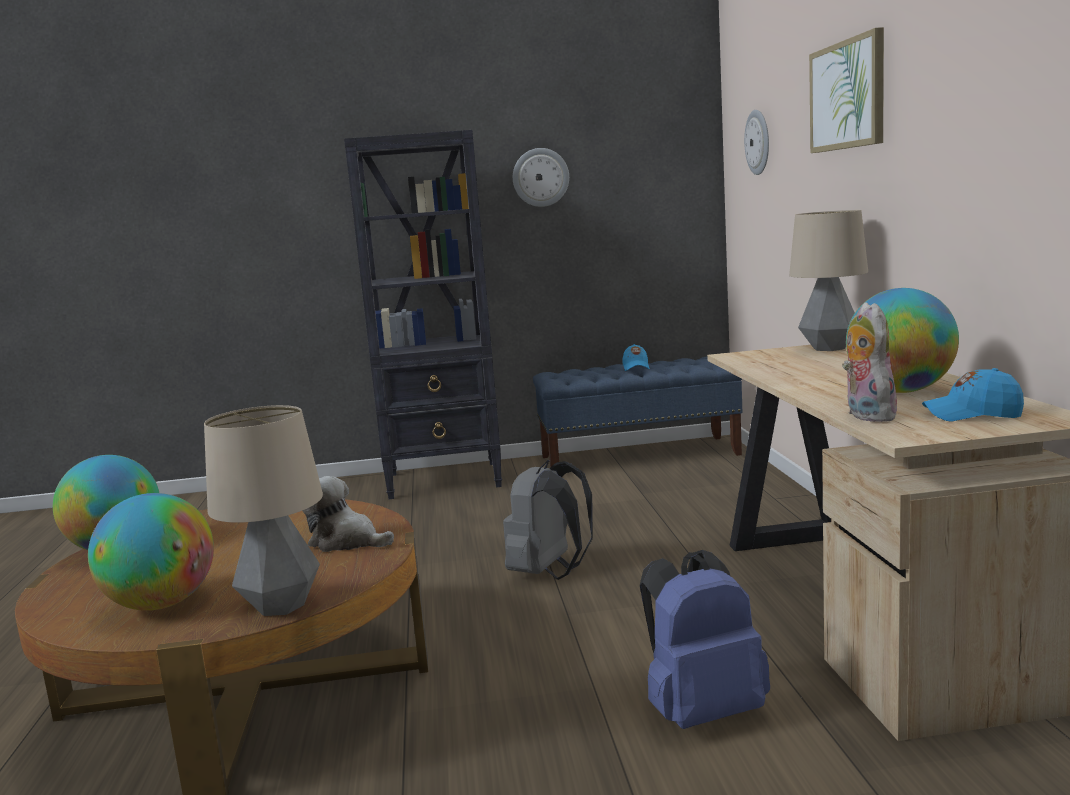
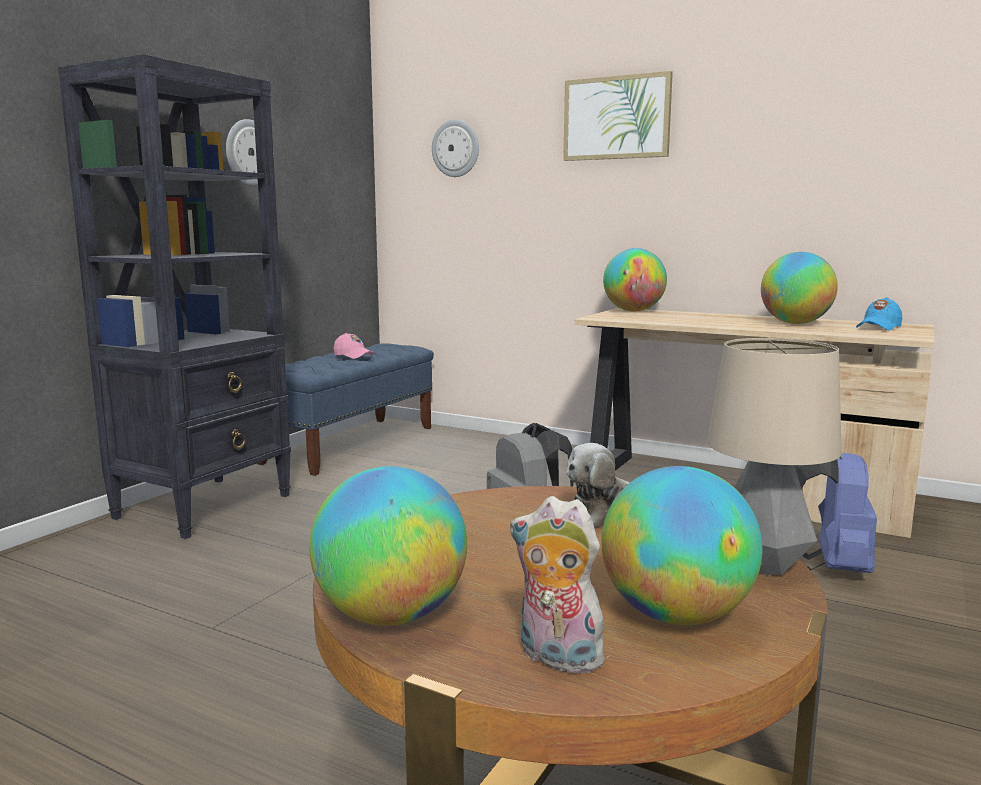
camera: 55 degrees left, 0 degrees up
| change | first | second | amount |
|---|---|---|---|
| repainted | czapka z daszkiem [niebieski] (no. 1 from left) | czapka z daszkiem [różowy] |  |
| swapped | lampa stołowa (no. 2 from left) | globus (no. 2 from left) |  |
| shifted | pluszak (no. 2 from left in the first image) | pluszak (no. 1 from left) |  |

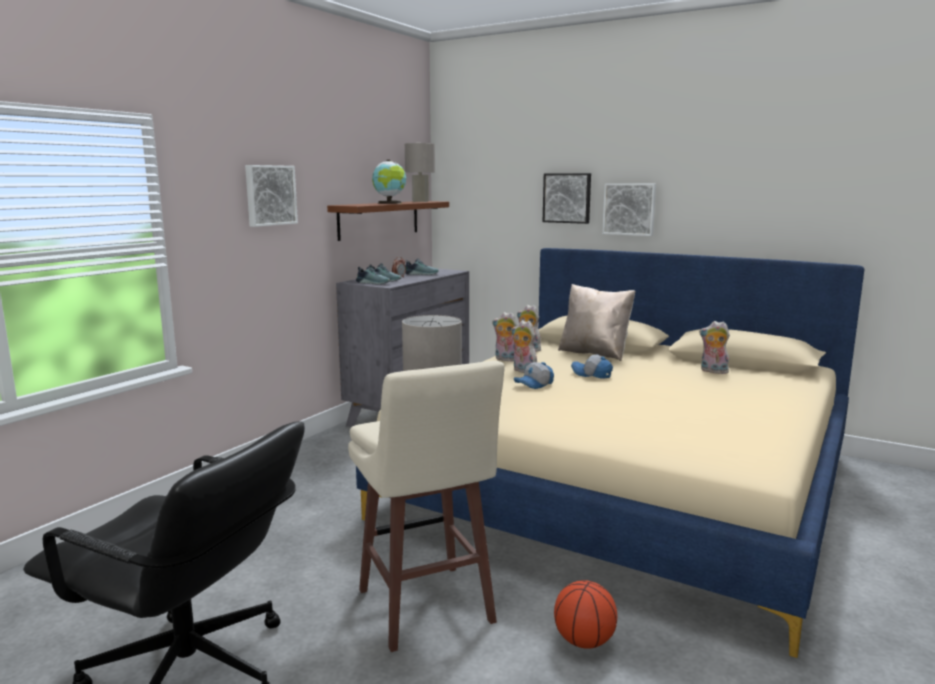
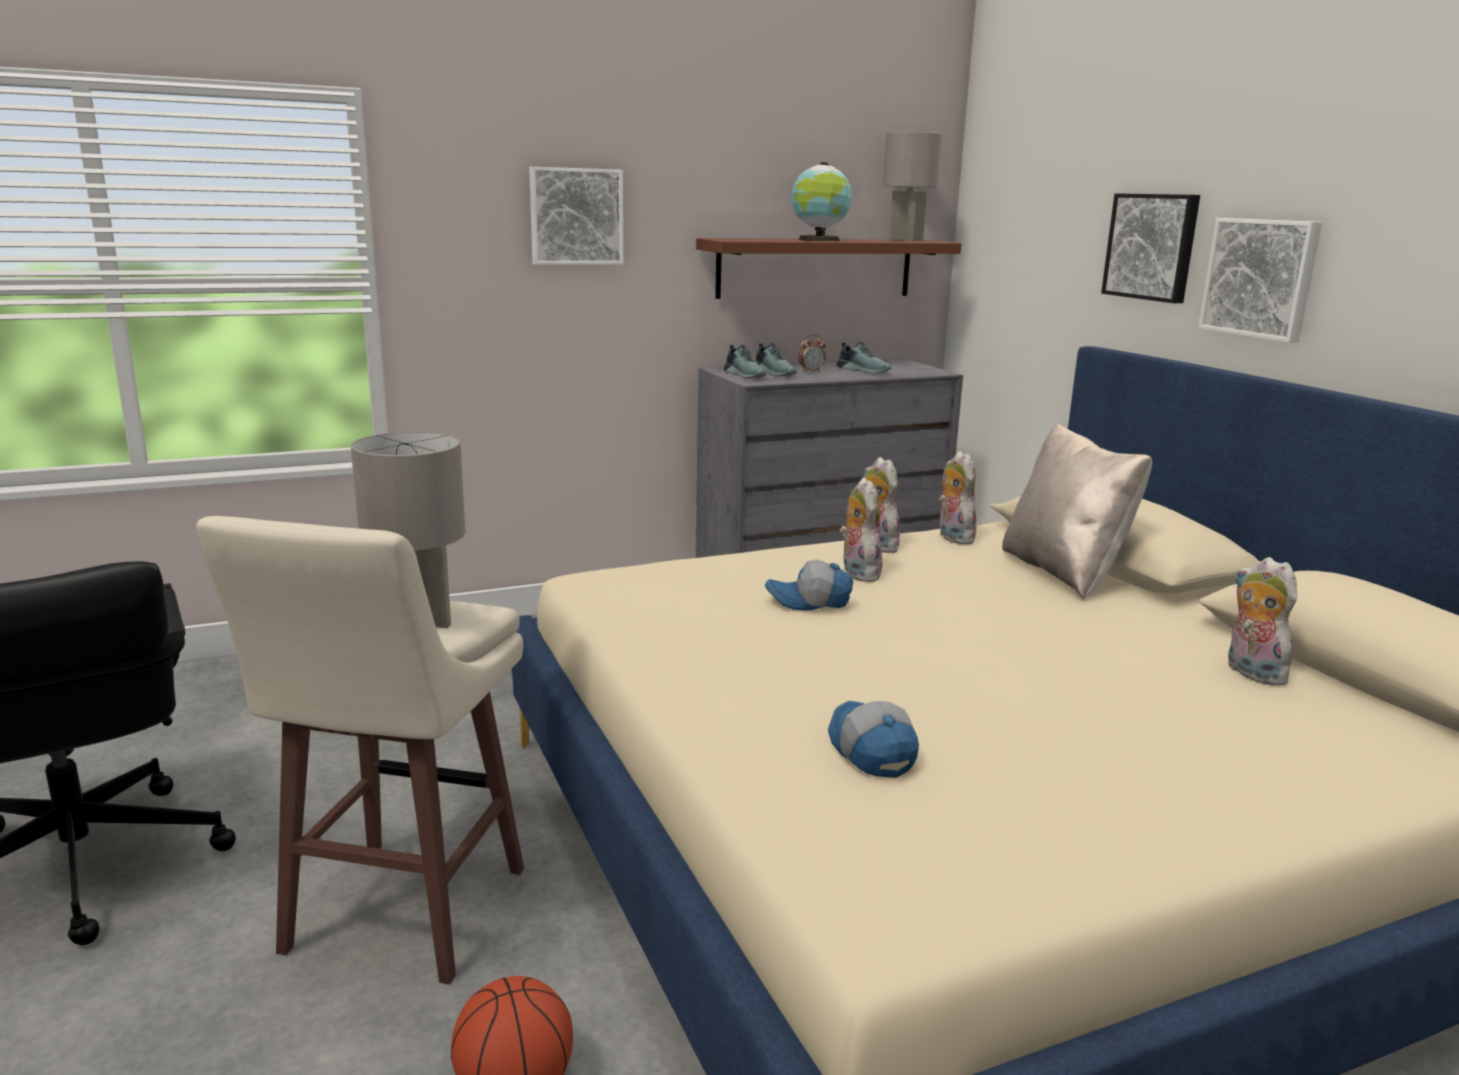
camera: 35 degrees right, 5 degrees up
| change | first | second | amount |
|---|---|---|---|
| shifted | czapka z daszkiem (no. 2 from left) |  |  |

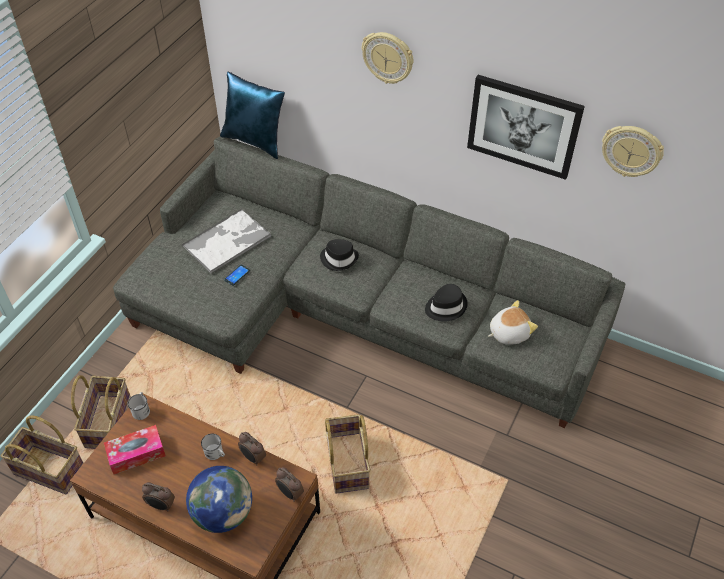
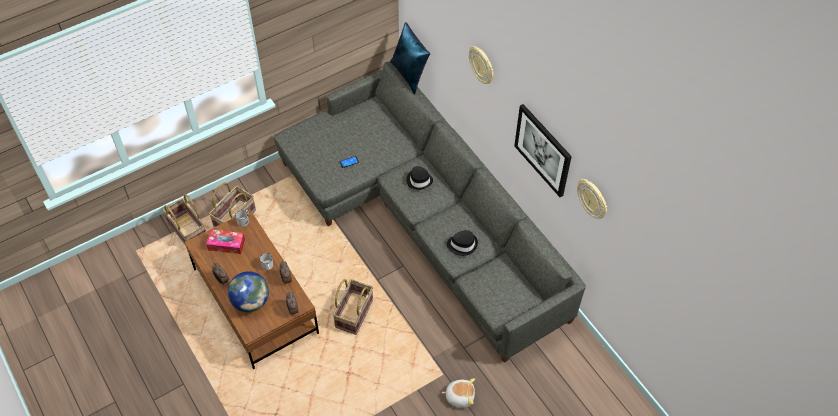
camera: 30 degrees right, 5 degrees up
| change | first | second | amount |
|---|---|---|---|
| gone | taca |  |  |
| shifted | pluszak |  |  |

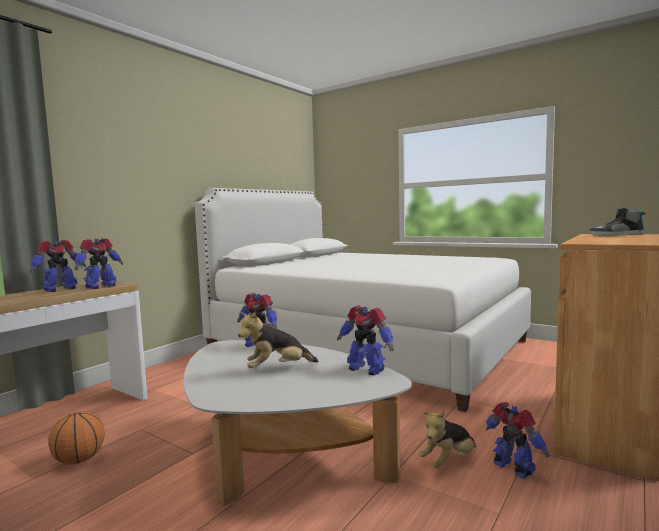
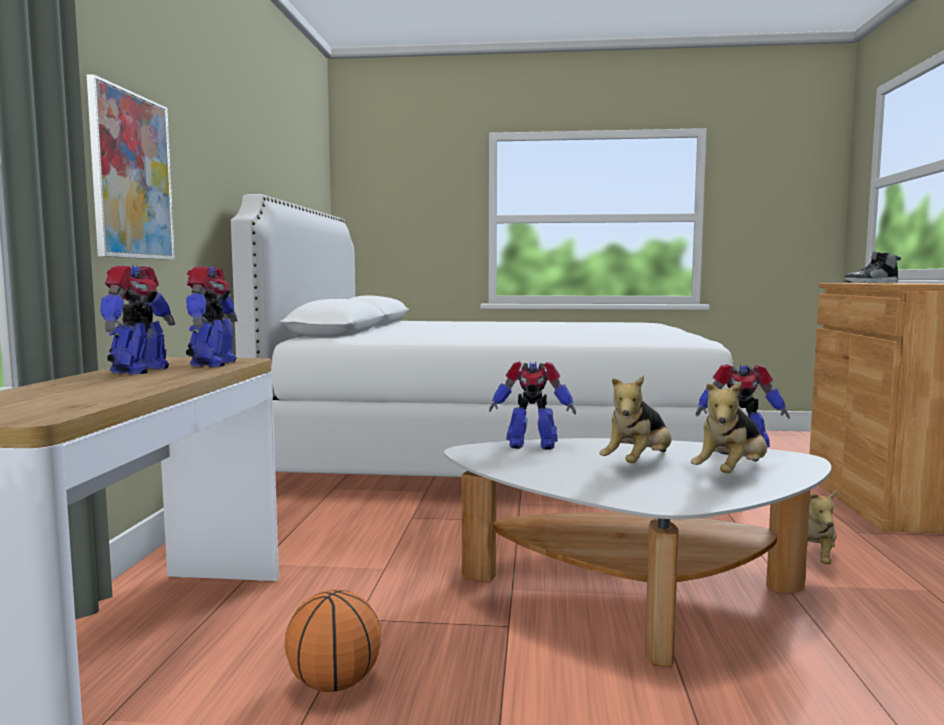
camera: 30 degrees left, 0 degrees up
| change | first | second | amount |
|---|---|---|---|
| gone | robot zabawkowy (no. 5 from left) |  |  |
| new |  | obraz |  |
| new |  | pluszak (no. 2 from left) |  |

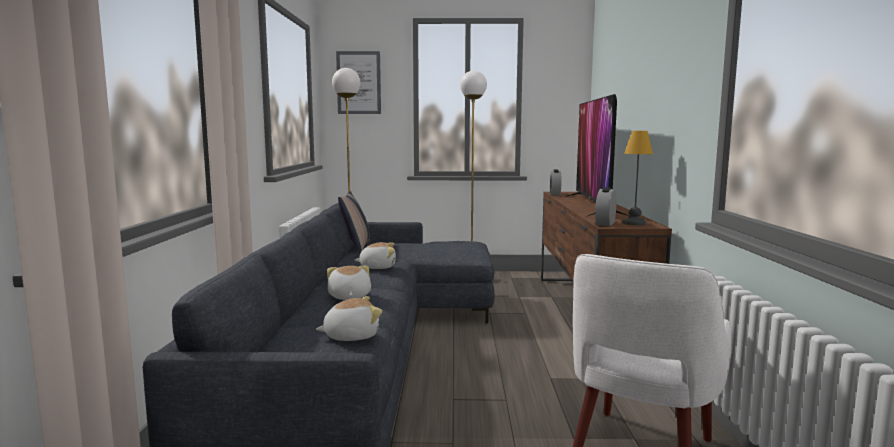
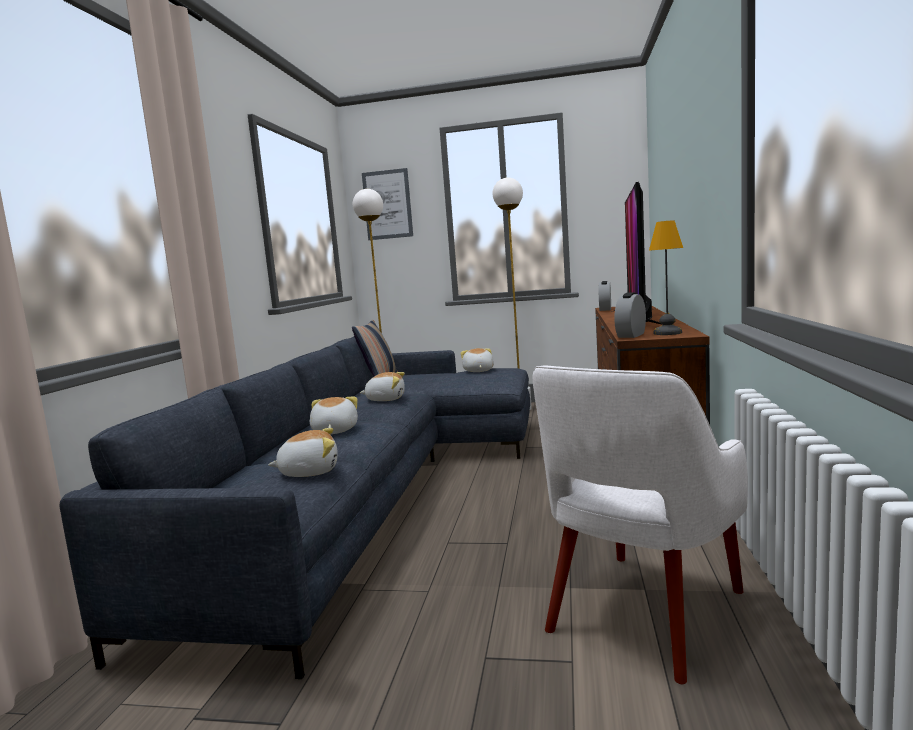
camera: 10 degrees right, 0 degrees up
| change | first | second | amount |
|---|---|---|---|
| new |  | pluszak (no. 4 from left) |  |

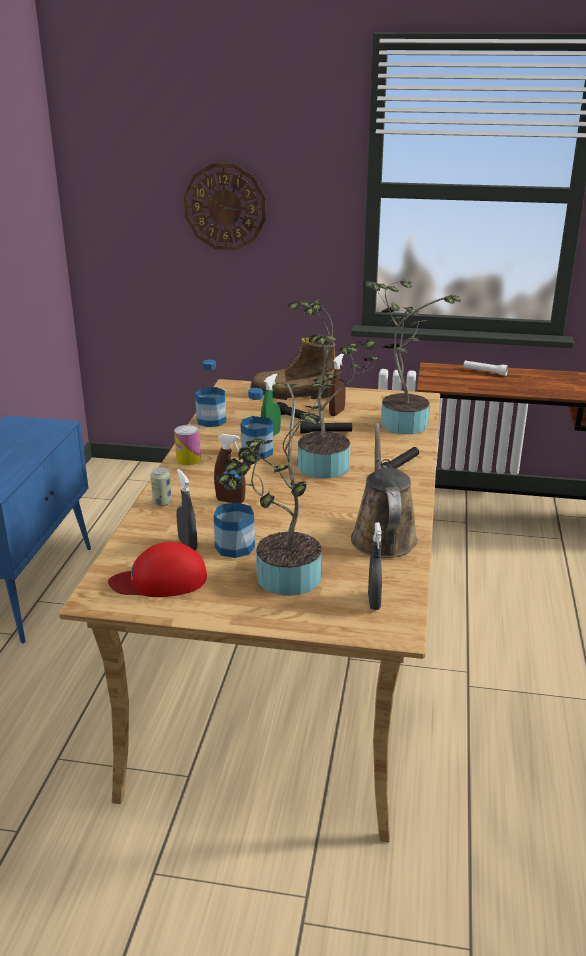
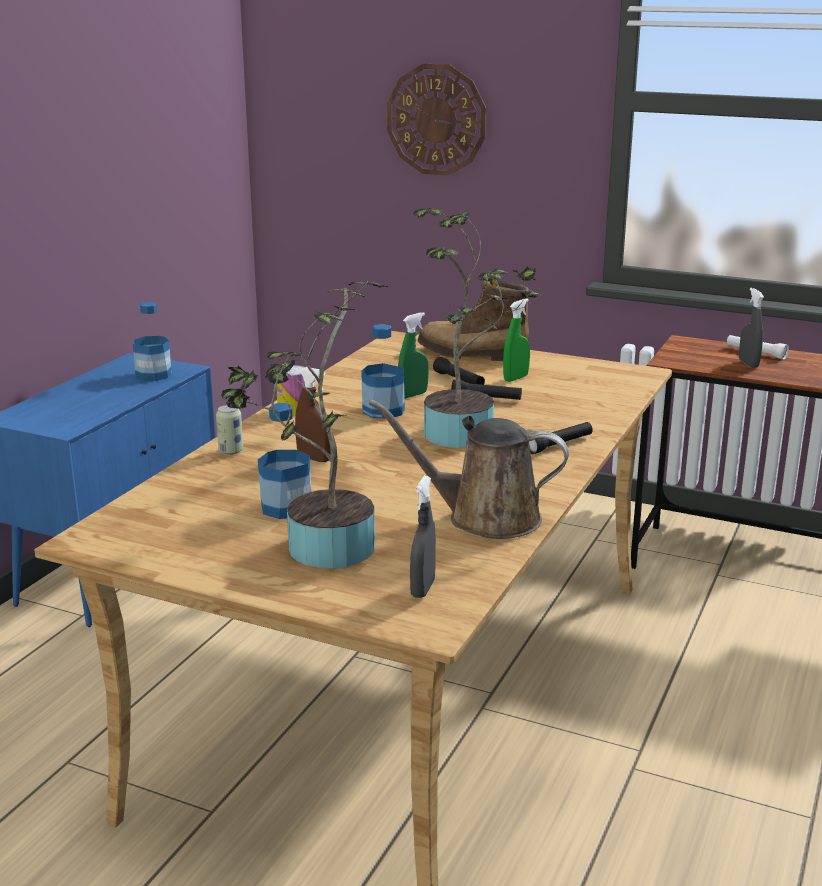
camera: 15 degrees right, 5 degrees down
| change | first | second | amount |
|---|---|---|---|
| gone | czapka z daszkiem [czerwony] |  |  |
| shifted | spryskiwacz [szary] (no. 1 from left in the first image) | spryskiwacz [szary] (no. 2 from left) |  |
| shifted | butelka (no. 1 from left) |  |  |
| repainted | spryskiwacz [brązowy] (no. 2 from left) | spryskiwacz [zielony] (no. 2 from left) |  |
| rotated | konewka [brązowy] |  | 90 degrees counterclockwise |
| gone | roślina doniczkowa (no. 3 from left) |  |  |

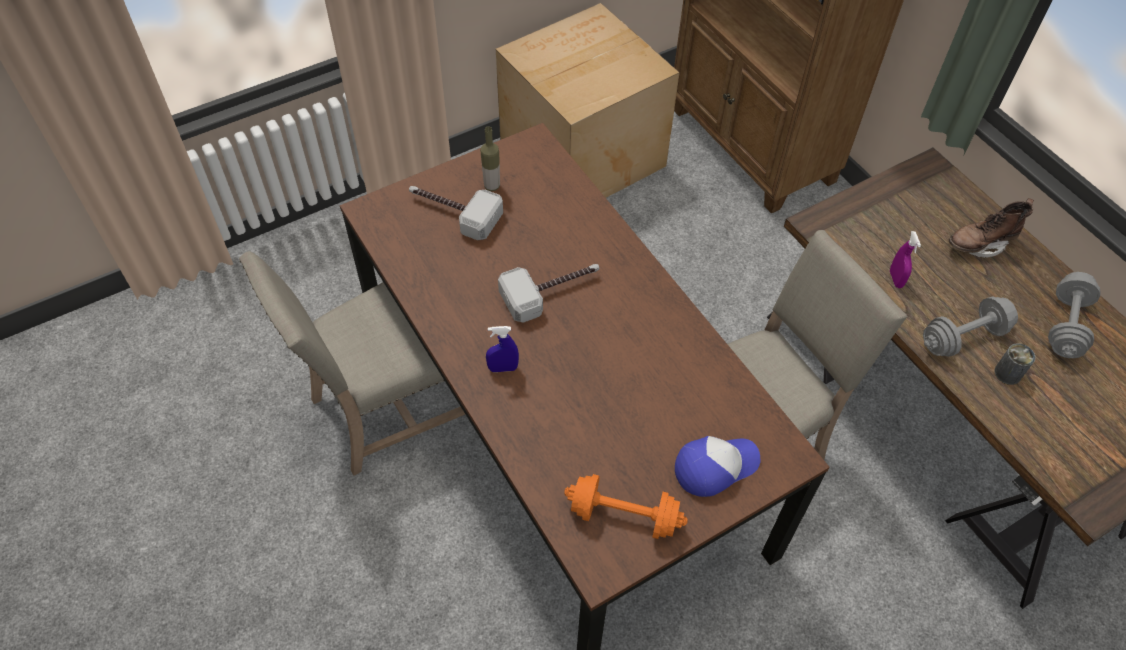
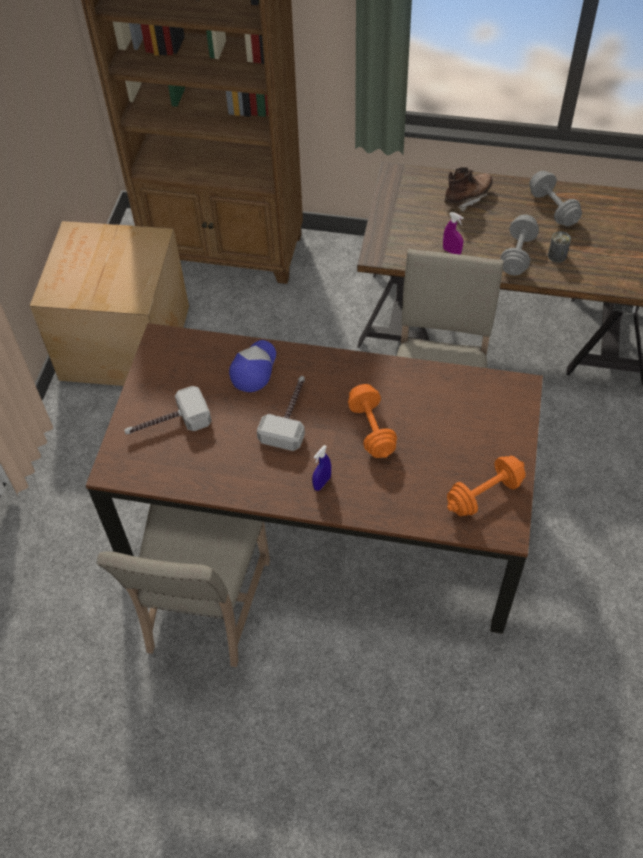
camera: 45 degrees left, 0 degrees up
| change | first | second | amount |
|---|---|---|---|
| gone | butelka |  |  |
| shifted | czapka z daszkiem |  |  |
| rotated | but z cholewką [brązowy] |  | 150 degrees counterclockwise |
| new |  | hantel [pomarańczowy] (no. 1 from left) |  |

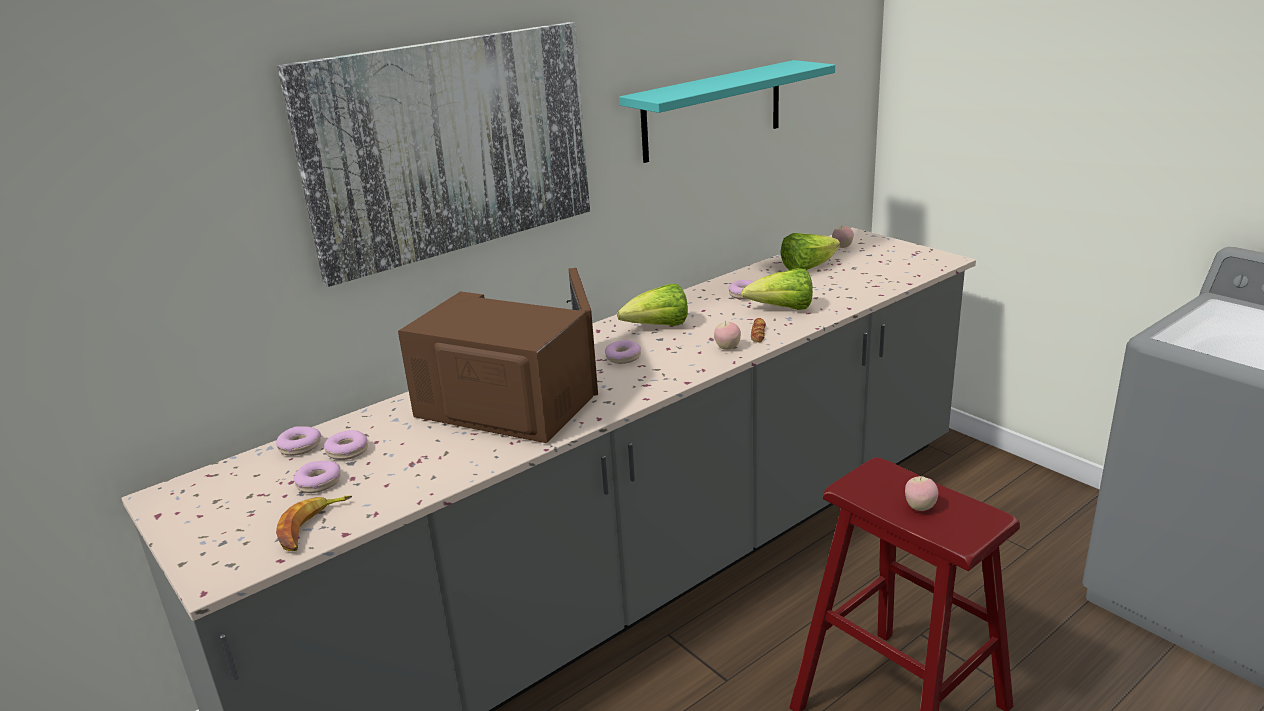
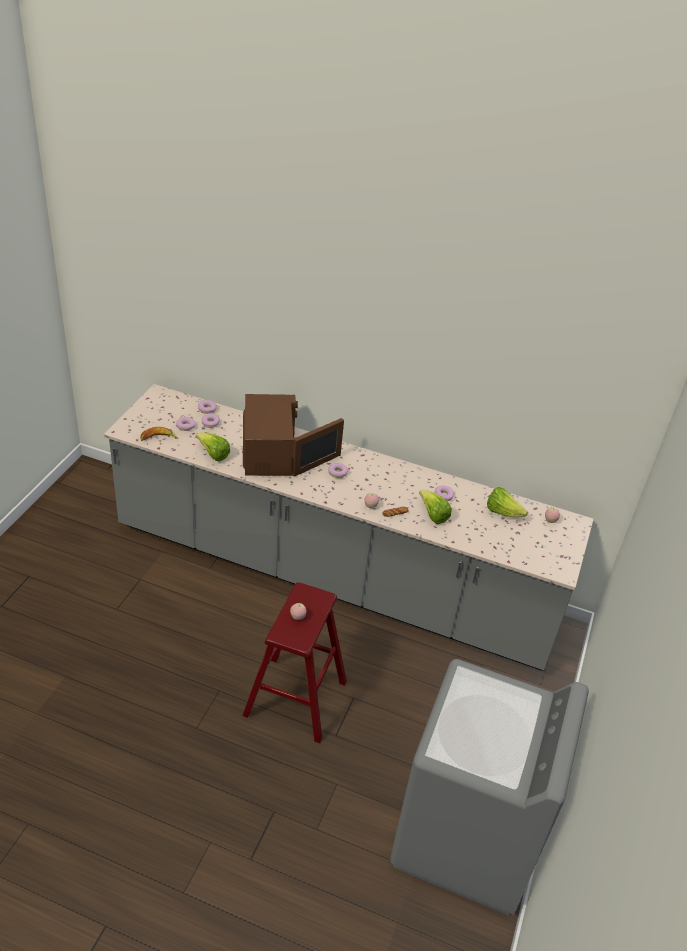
camera: 55 degrees right, 15 degrees up
| change | first | second | amount |
|---|---|---|---|
| gone | obraz |  |  |
| shifted | sałata (no. 1 from left) |  |  |
| gone | półka [turkusowy] |  |  |

